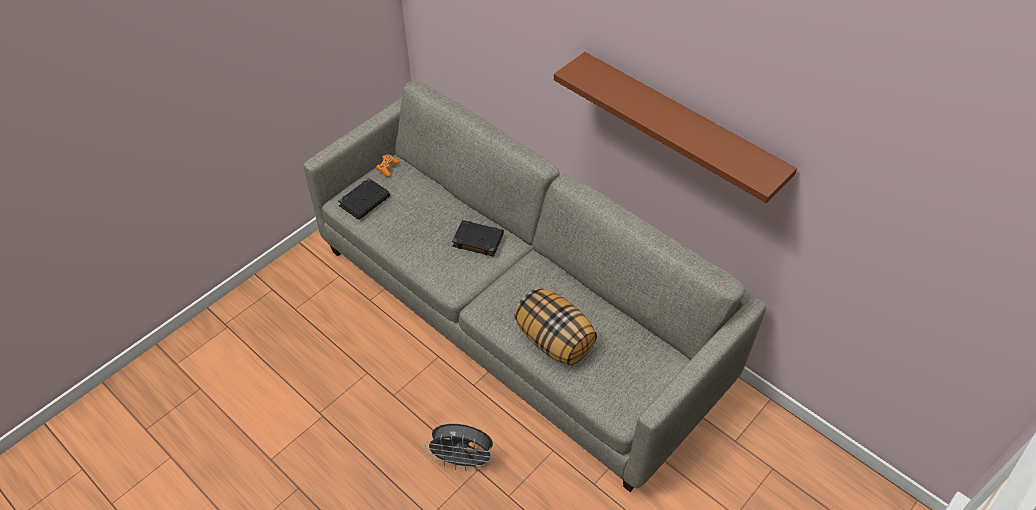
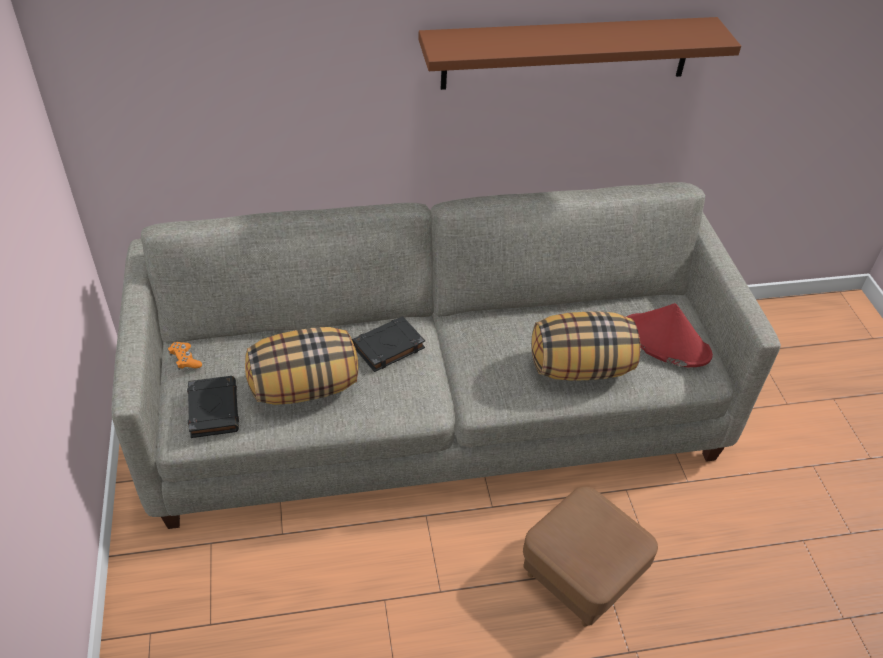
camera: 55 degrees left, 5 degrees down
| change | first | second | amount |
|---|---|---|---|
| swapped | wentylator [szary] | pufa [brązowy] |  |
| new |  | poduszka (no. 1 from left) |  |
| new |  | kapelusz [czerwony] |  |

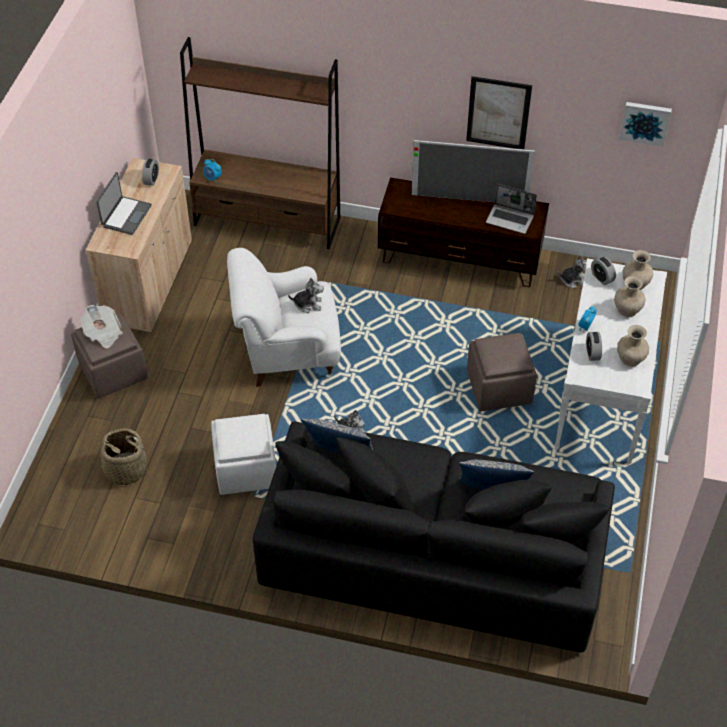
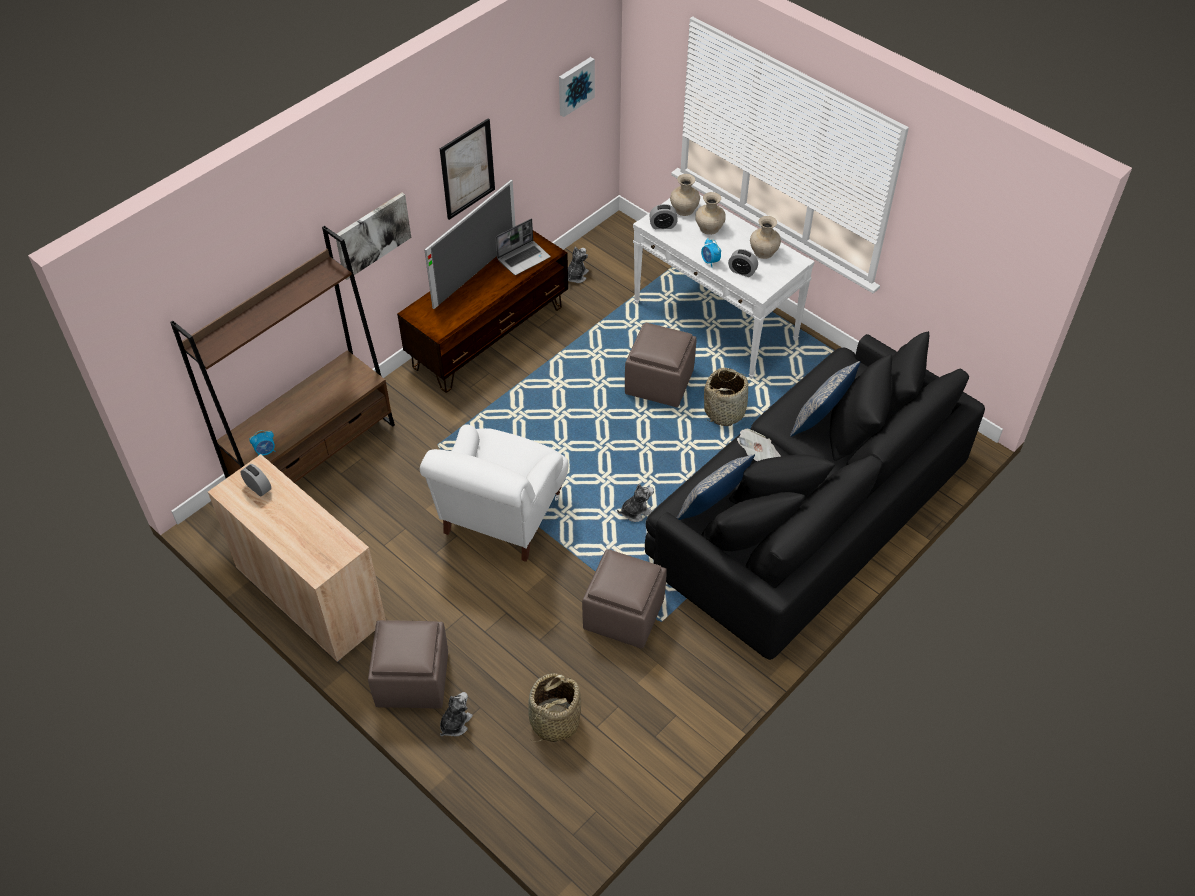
camera: 60 degrees left, 0 degrees up
| change | first | second | amount |
|---|---|---|---|
| shifted | gazeta |  |  |
| gone | laptop (no. 1 from left) |  |  |
| repainted | pufa [biały] | pufa [brązowy] (no. 2 from left) |  |
| shifted | pluszak (no. 1 from left) |  |  |
| new |  | obraz (no. 1 from left) |  |
| new |  | koszyk (no. 2 from left) |  |

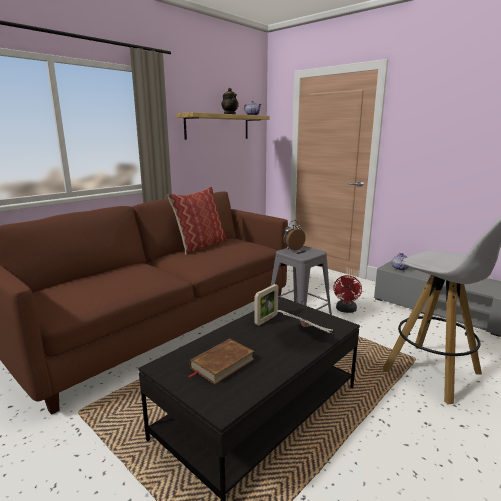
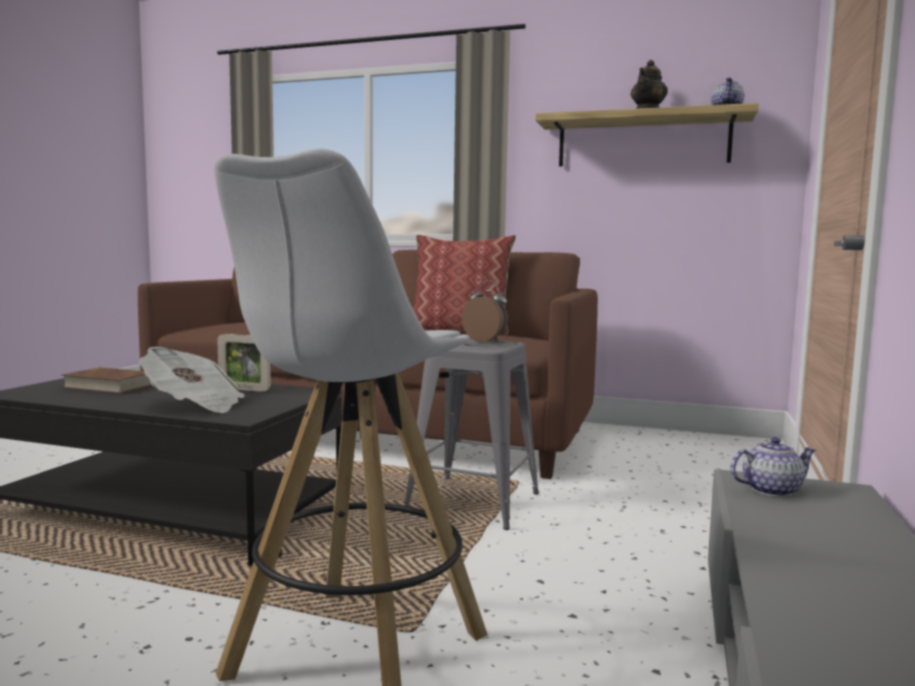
camera: 65 degrees right, 10 degrees down
| change | first | second | amount |
|---|---|---|---|
| gone | wentylator [czerwony] |  |  |

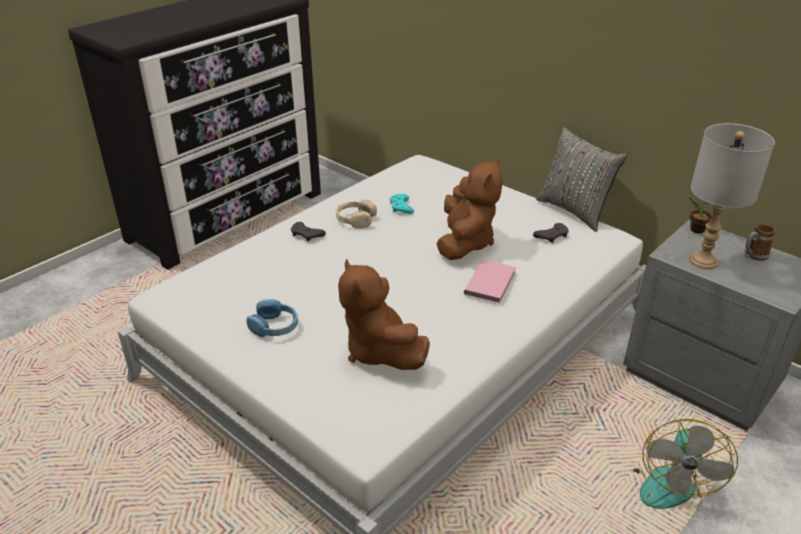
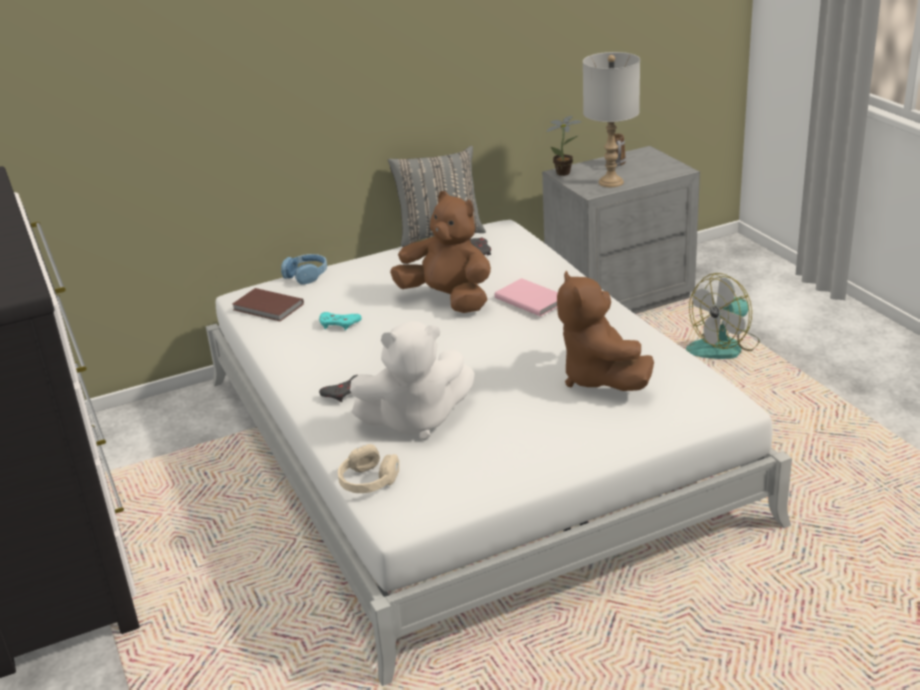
camera: 65 degrees left, 5 degrees down
| change | first | second | amount |
|---|---|---|---|
| shifted | słuchawki [niebieski] |  |  |
| shifted | słuchawki [beżowy] |  |  |
| rotated | pluszak [brązowy] (no. 1 from left in the first image) | pluszak [brązowy] (no. 2 from left) | 75 degrees clockwise |
| rotated | wentylator |  | 105 degrees clockwise |
| new |  | książka [brązowy] |  |
| new |  | pluszak [biały] |  |

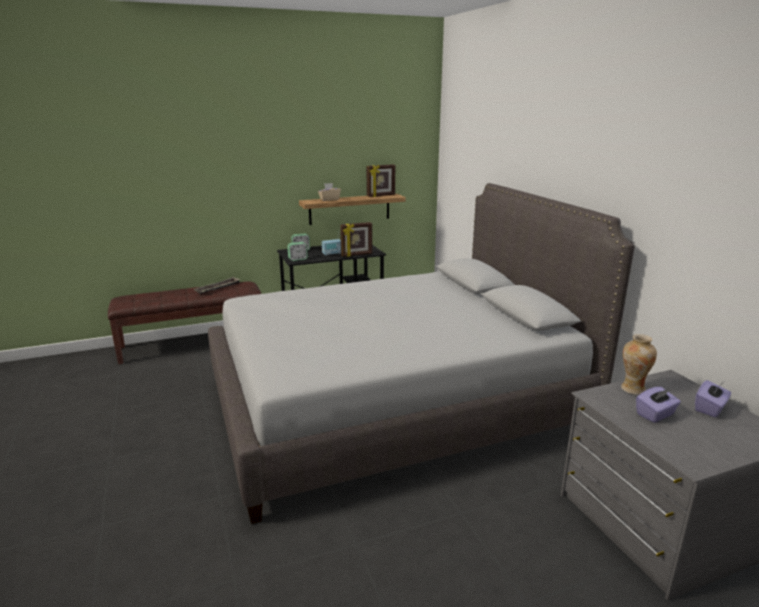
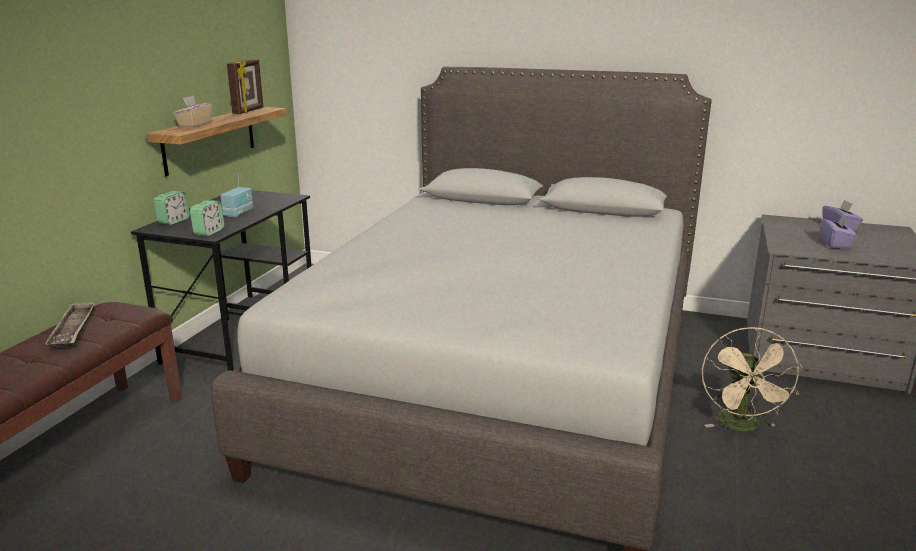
camera: 50 degrees left, 0 degrees up
| change | first | second | amount |
|---|---|---|---|
| gone | ramka na zdjęcie (no. 1 from left) |  |  |
| gone | wazon |  |  |
| new |  | wentylator [beżowy] |  |

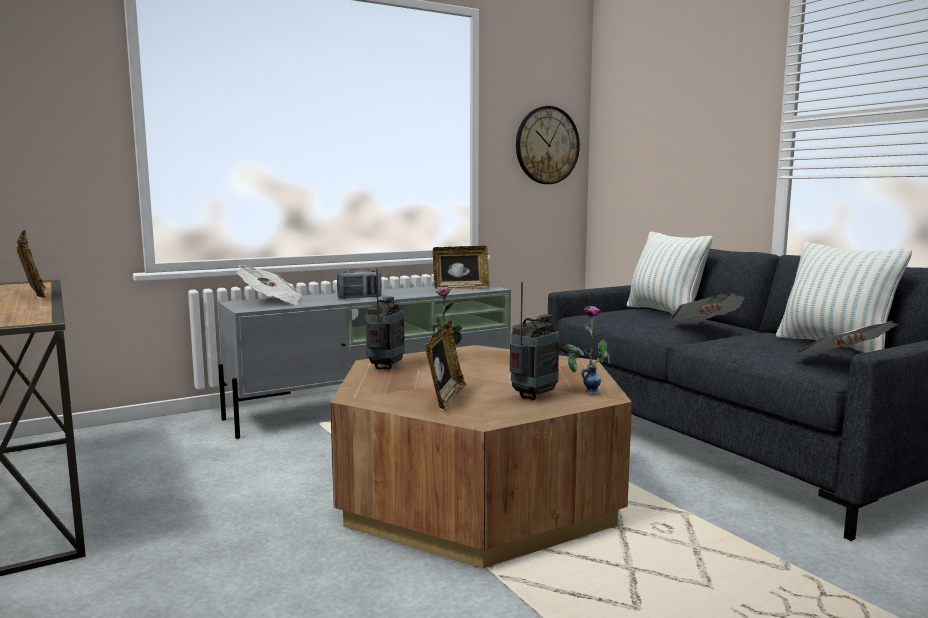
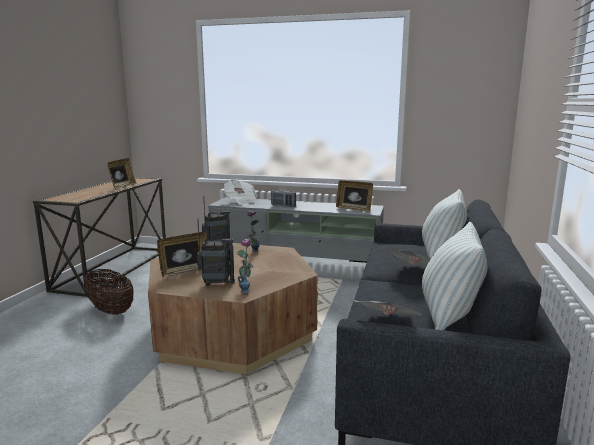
camera: 45 degrees right, 5 degrees up
| change | first | second | amount |
|---|---|---|---|
| gone | zegar ścienny |  |  |
| new |  | koszyk |  |

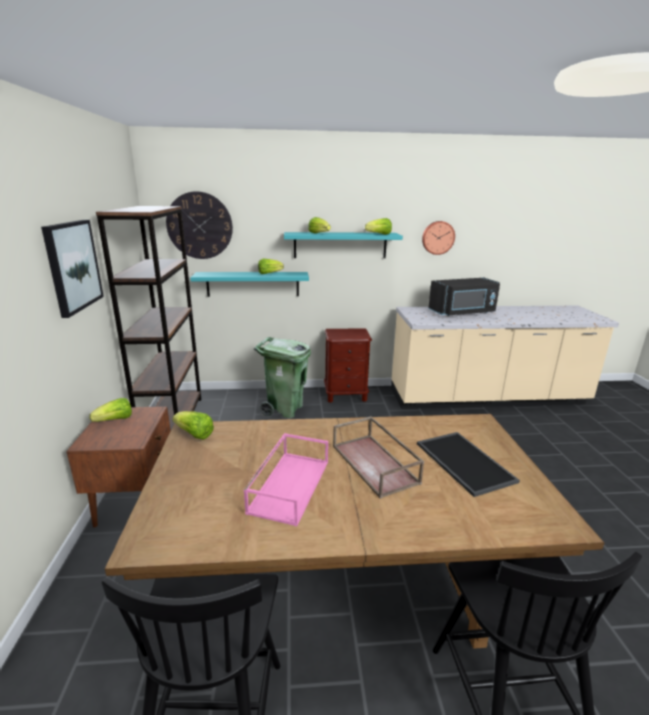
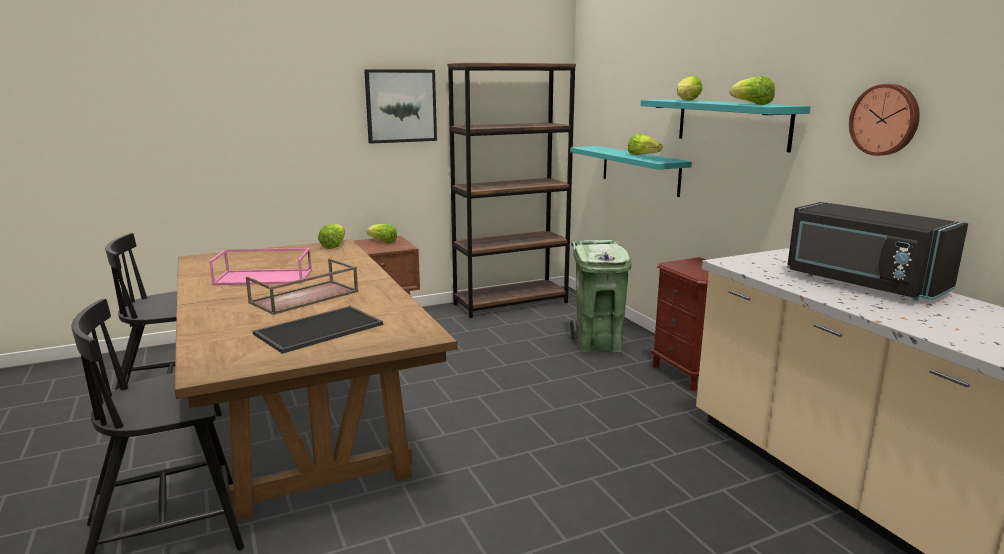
camera: 70 degrees right, 5 degrees down
| change | first | second | amount |
|---|---|---|---|
| gone | zegar ścienny (no. 1 from left) |  |  |

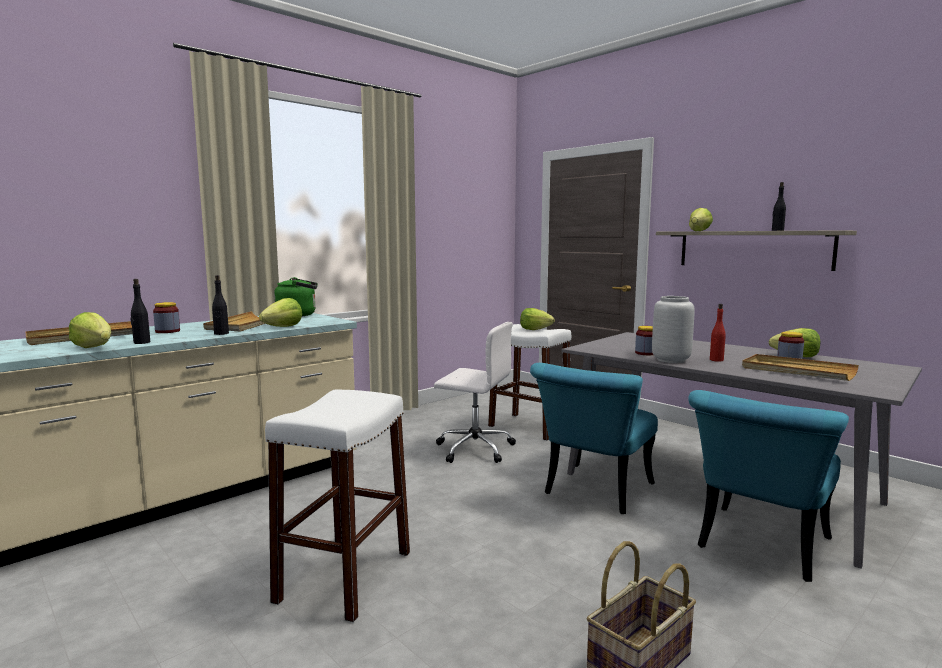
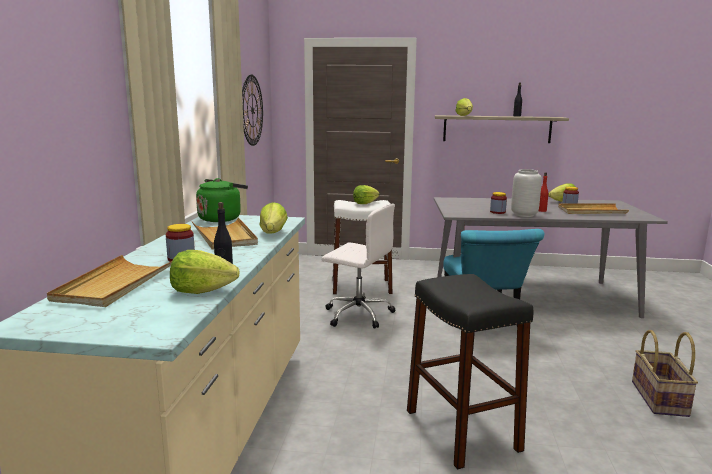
camera: 40 degrees left, 5 degrees up
| change | first | second | amount |
|---|---|---|---|
| gone | butelka [czarny] (no. 2 from left) |  |  |
| repainted | stołek [biały] (no. 1 from left) | stołek [czarny] |  |
| rotated | krzesło biurowe [biały] |  | 45 degrees clockwise |
| gone | krzesło [turkusowy] (no. 2 from left) |  |  |
| new |  | zegar ścienny |  |

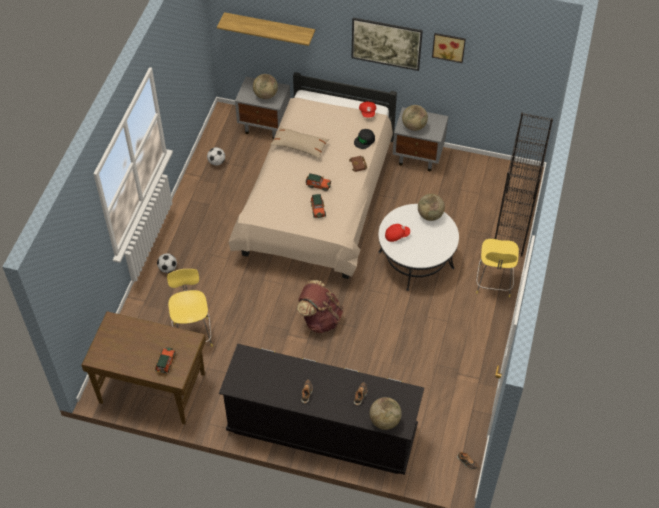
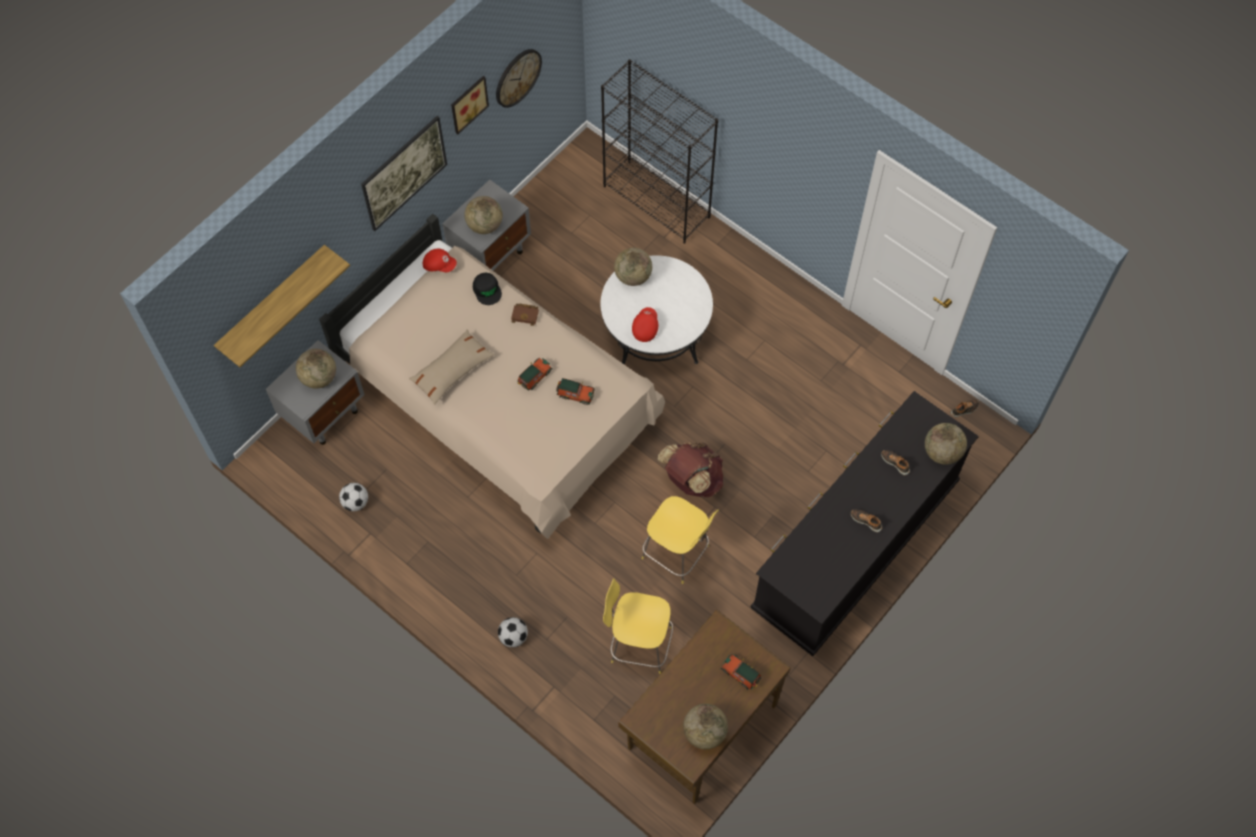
camera: 65 degrees left, 10 degrees up
| change | first | second | amount |
|---|---|---|---|
| shifted | stołek [żółty] (no. 2 from left) |  |  |
| new |  | zegar ścienny |  |
| new |  | globus (no. 4 from left) |  |

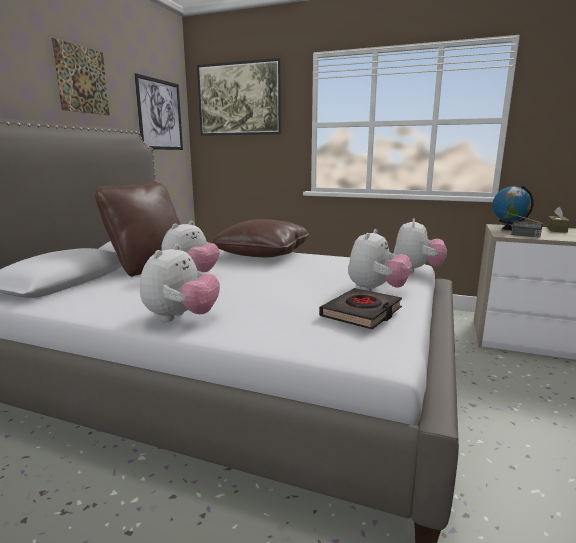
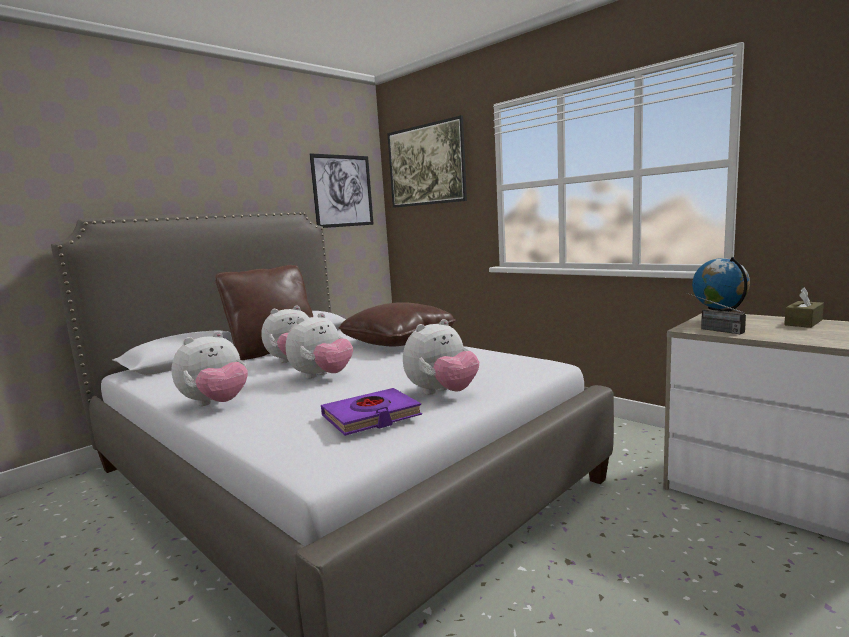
camera: 25 degrees right, 5 degrees down
| change | first | second | amount |
|---|---|---|---|
| gone | obraz (no. 1 from left) |  |  |
| repainted | książka [czarny] | książka [fioletowy] |  |
| shifted | pluszak (no. 4 from left in the first image) | pluszak (no. 3 from left) |  |

